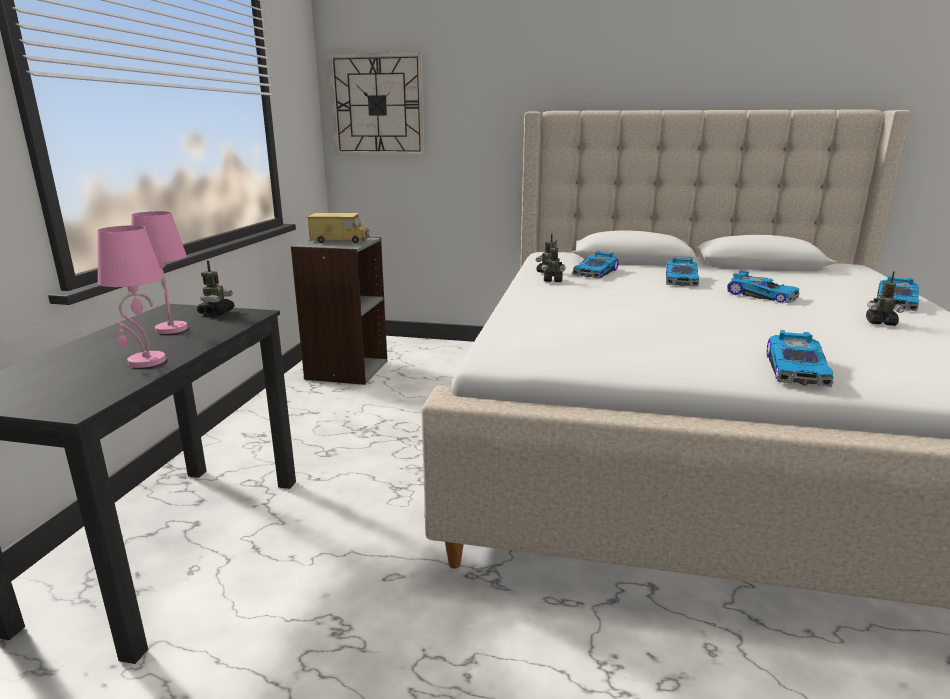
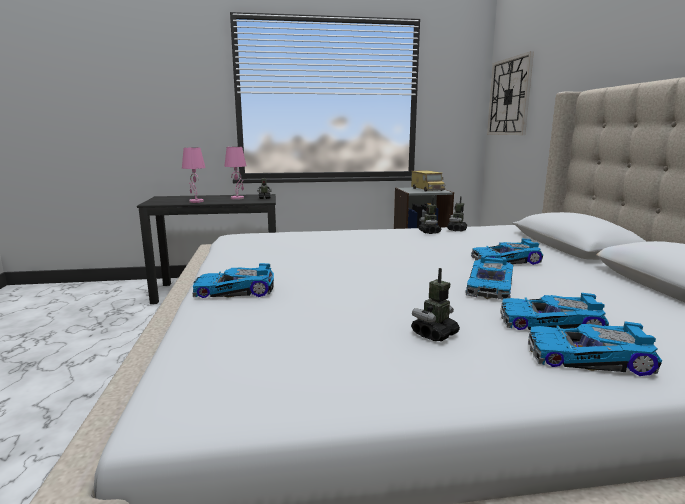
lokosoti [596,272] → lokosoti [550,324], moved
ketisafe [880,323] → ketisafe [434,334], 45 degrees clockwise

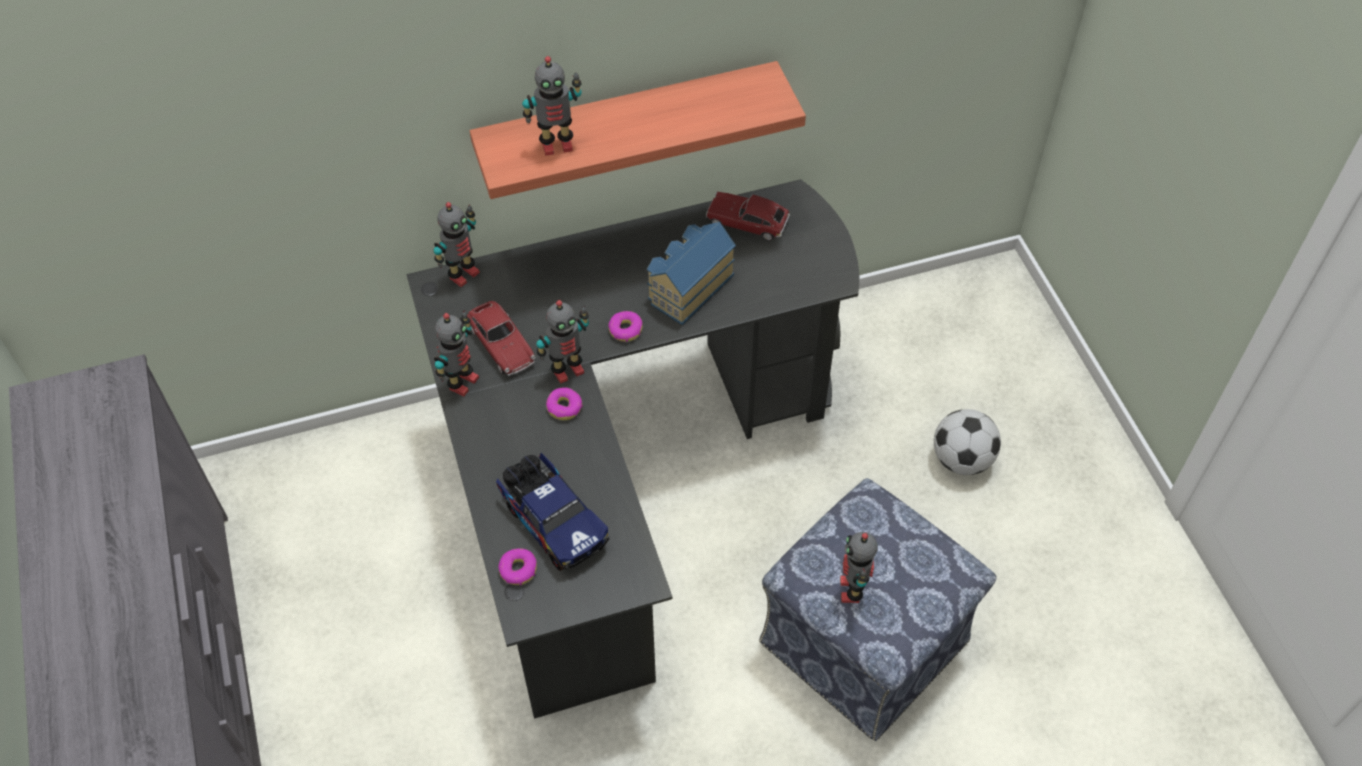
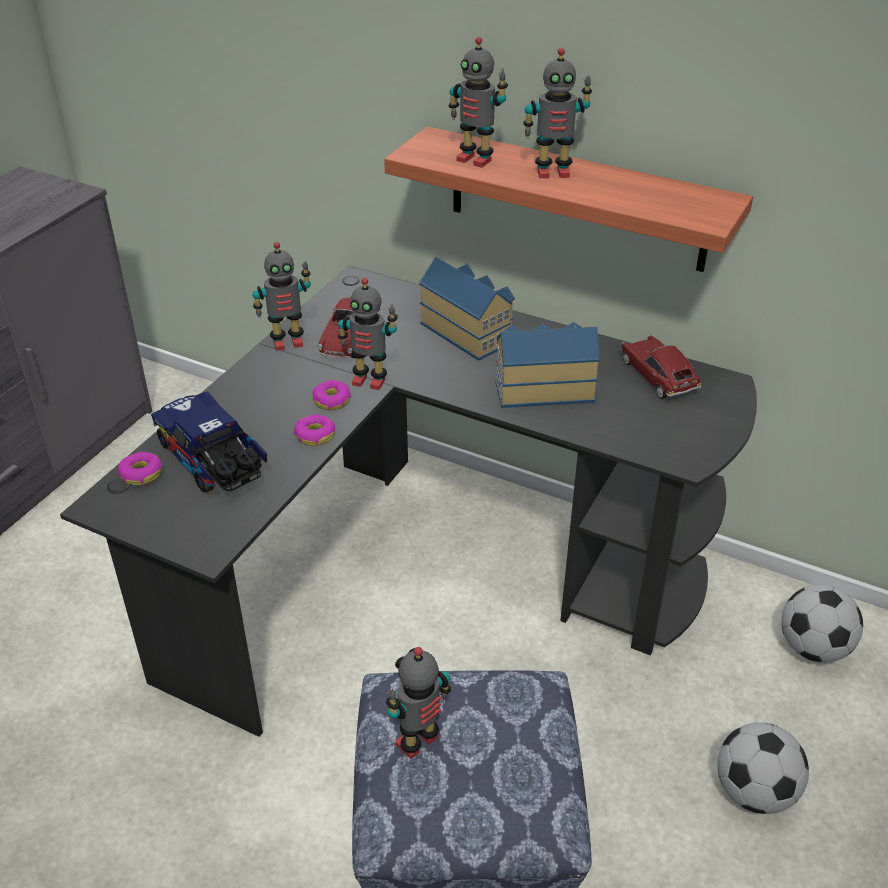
ketisafe [463,274] → ketisafe [552,172], moved
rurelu [552,520] → rurelu [213,462], 135 degrees clockwise
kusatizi [625,330] → kusatizi [315,435], moved
- → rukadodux [468,331]
- → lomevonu [813,648]

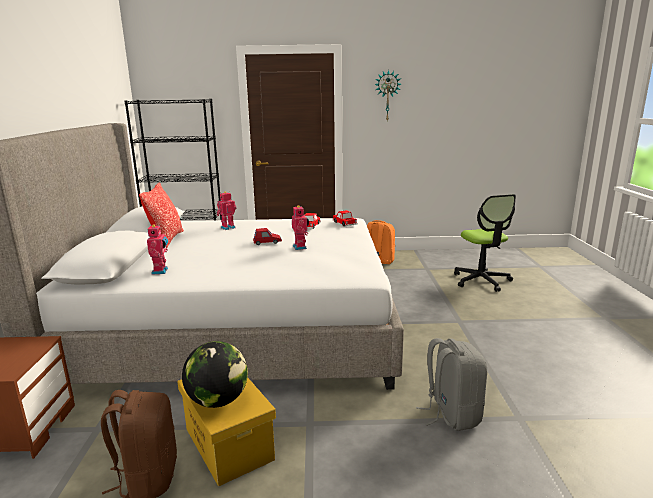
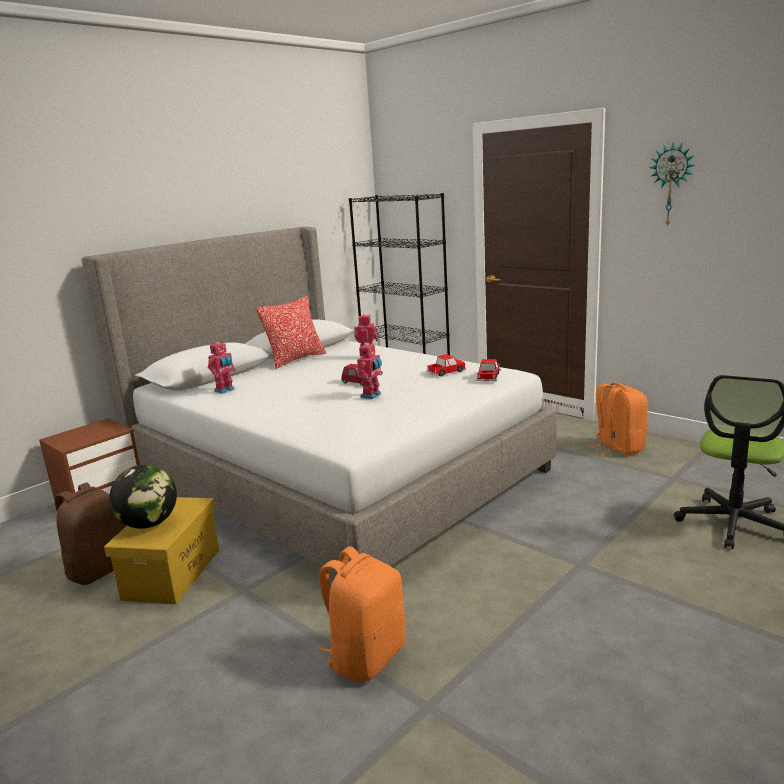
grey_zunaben [451,414] → orange_zunaben [366,656]

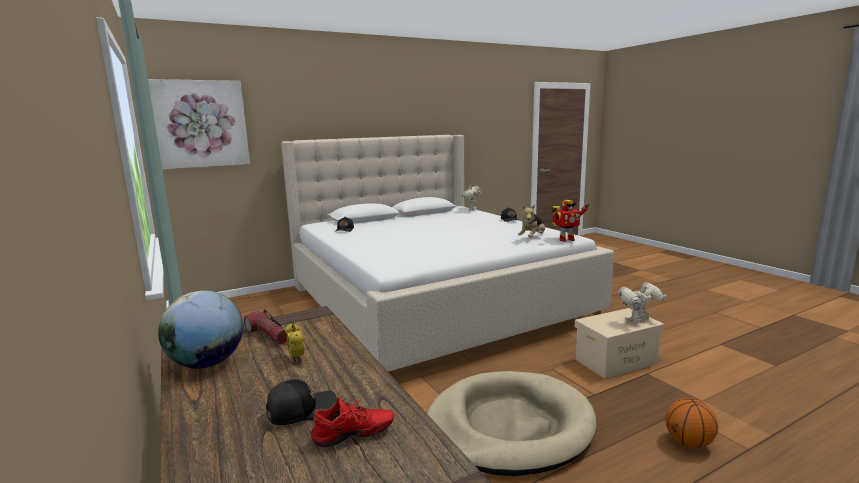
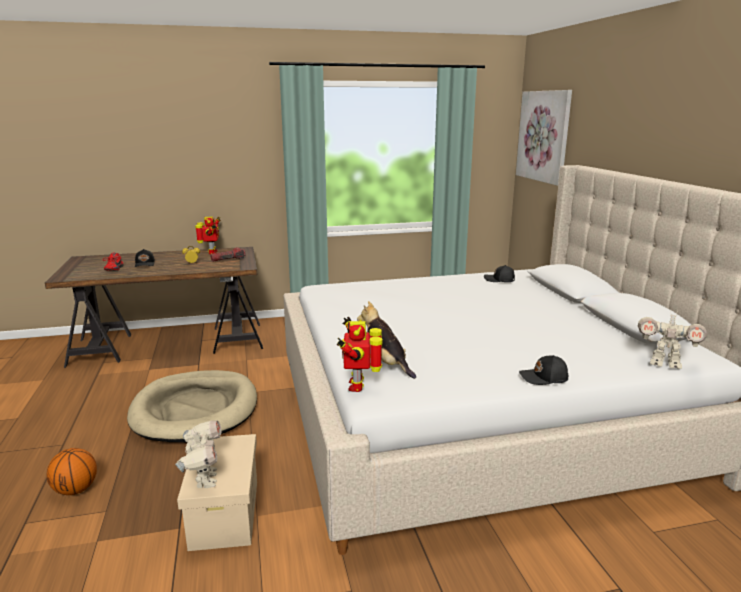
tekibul [207,363] → ketisafe [211,253]

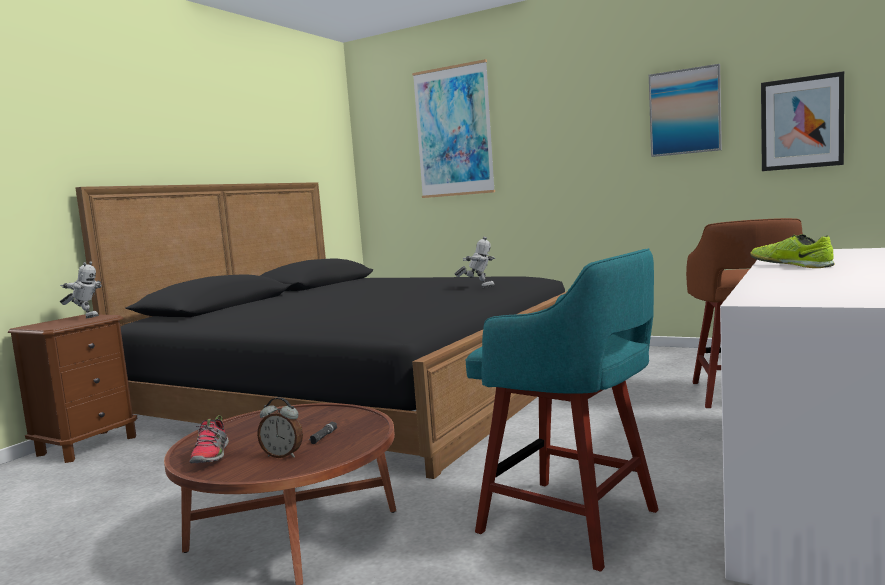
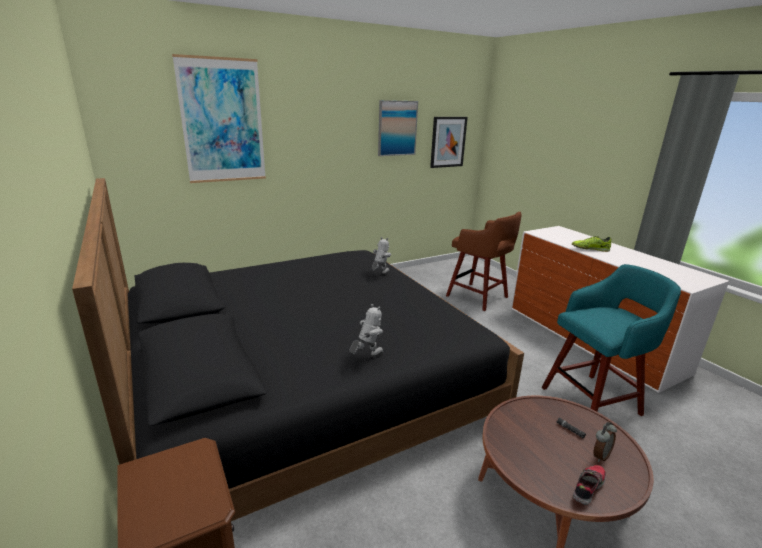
ketisafe [85,318] → ketisafe [367,357], moved
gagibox [211,455] → gagibox [587,487], 75 degrees counterclockwise

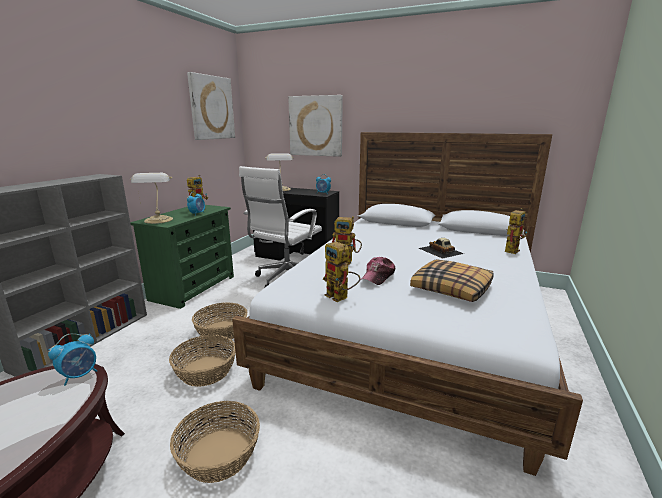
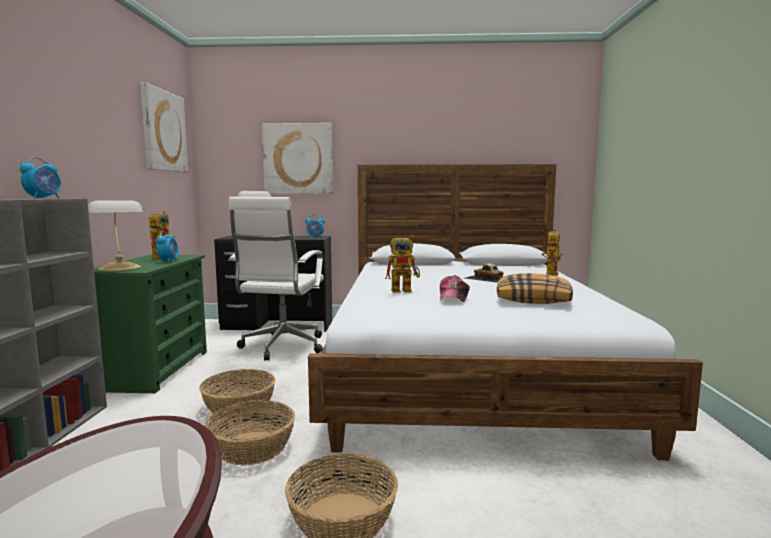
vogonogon [80,375] → vogonogon [44,198], moved
ketisafe [341,297] → -

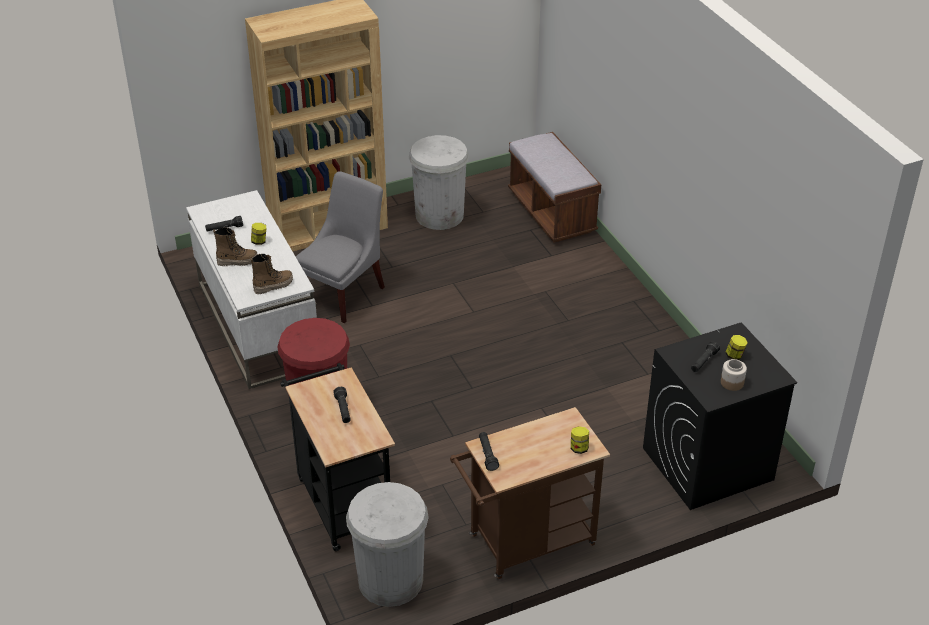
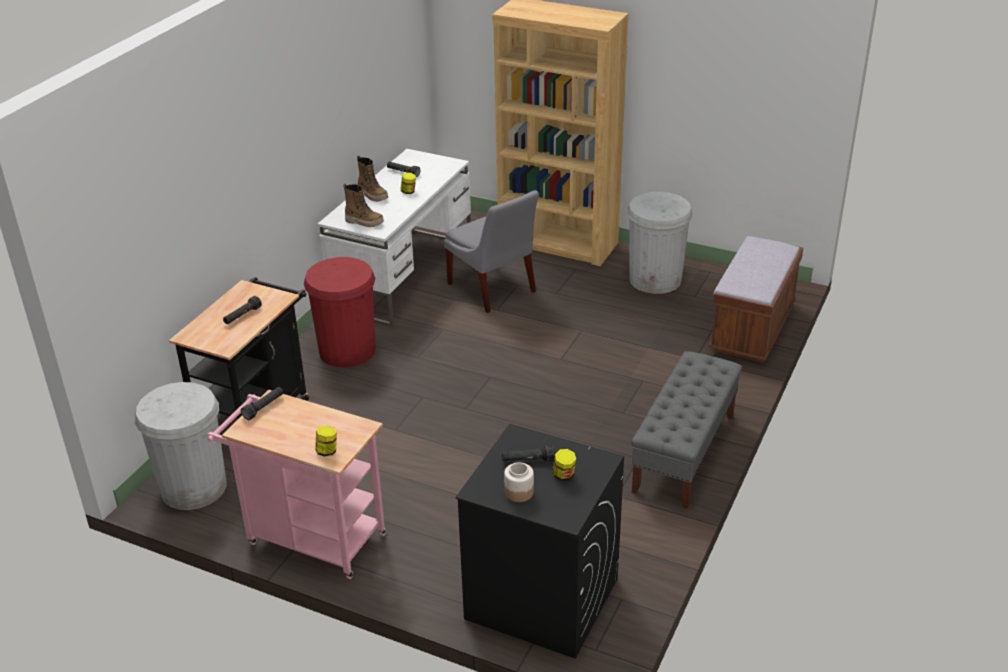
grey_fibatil [344,292] → grey_fibatil [493,289], 60 degrees clockwise
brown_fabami [525,543] → pink_fabami [309,537]
- → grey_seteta [684,453]

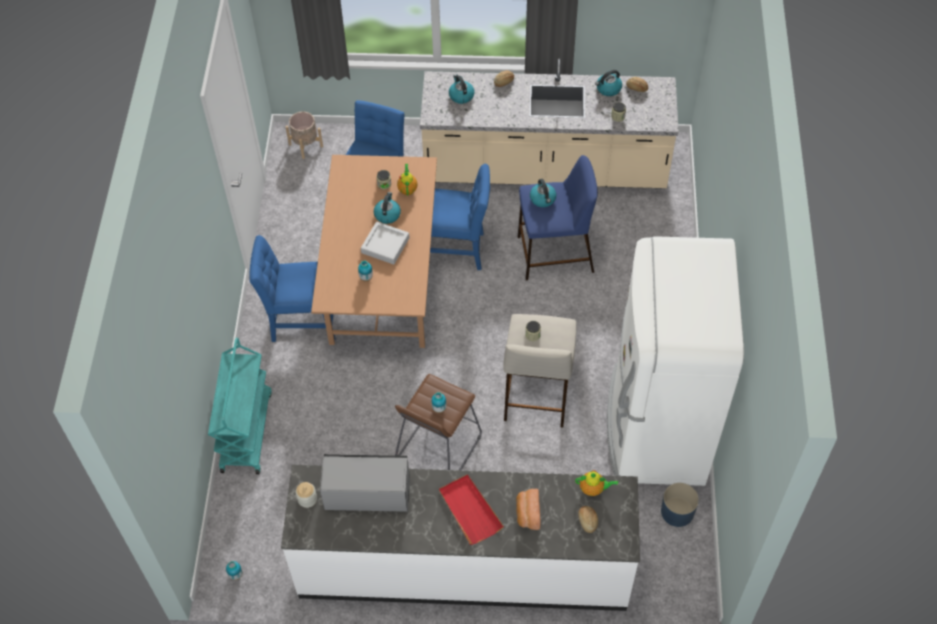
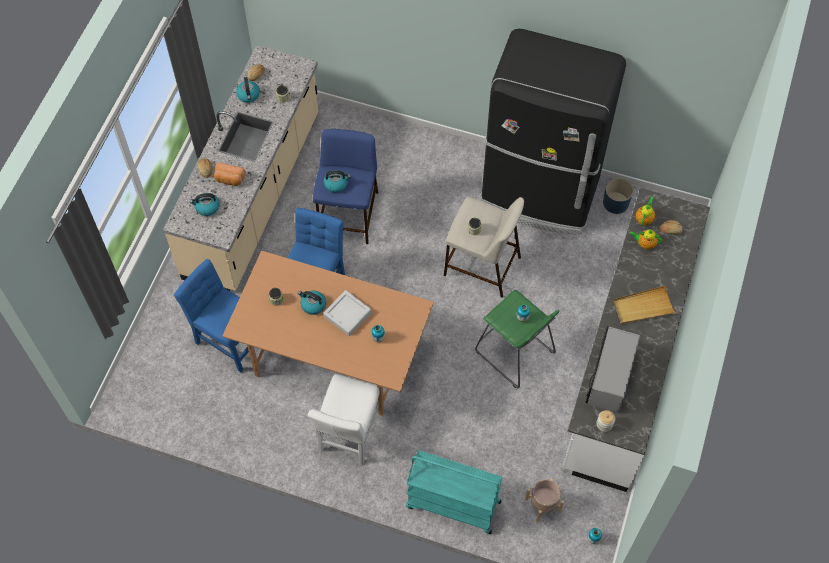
blue_fibatil [301,322] → white_fibatil [349,434]
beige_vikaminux [305,145] → beige_vikaminux [543,505], moved
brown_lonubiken [438,448] → green_lonubiken [514,353]
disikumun [407,189] → disikumun [644,244], moved
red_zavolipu [469,510] → beige_zavolipu [643,307]
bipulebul [527,513] → bipulebul [229,179], moved
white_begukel [655,427] → black_begukel [539,194]

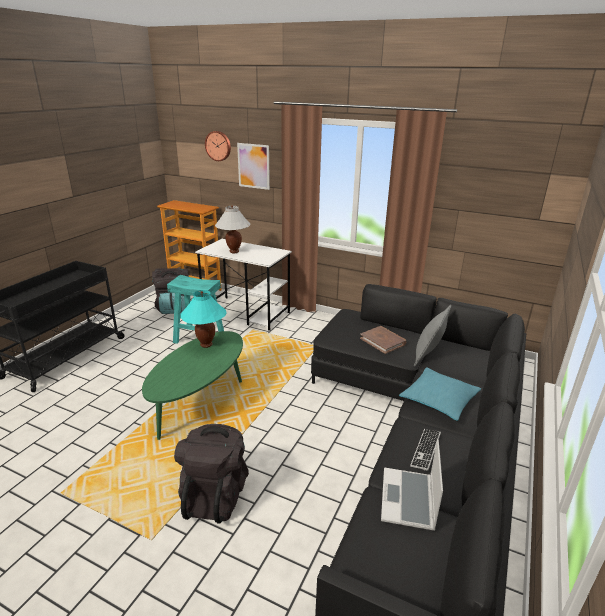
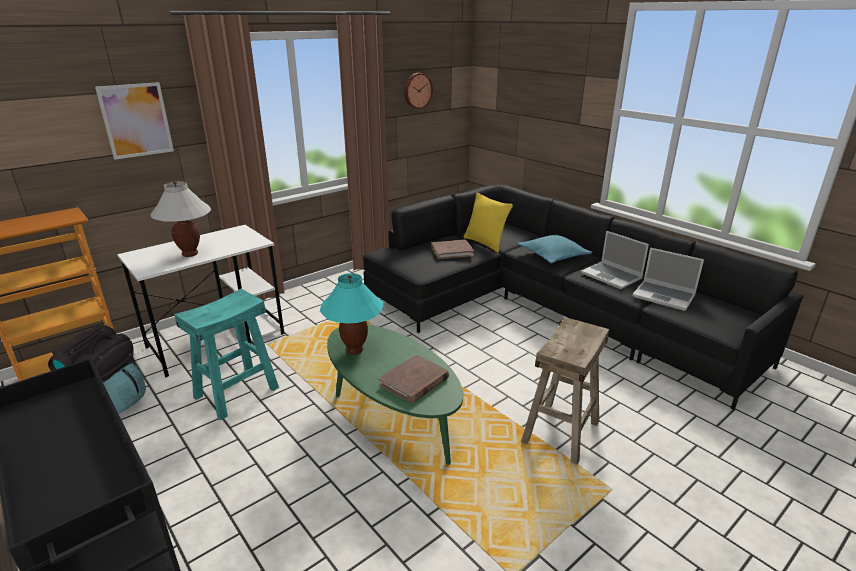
black_zunaben [215,495] → beige_lonubiken [561,432]
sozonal [218,146] → sozonal [417,90], moved
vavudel [425,450] → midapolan [612,276]
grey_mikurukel [428,355] → yellow_mikurukel [485,243]
- → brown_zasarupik [414,381]

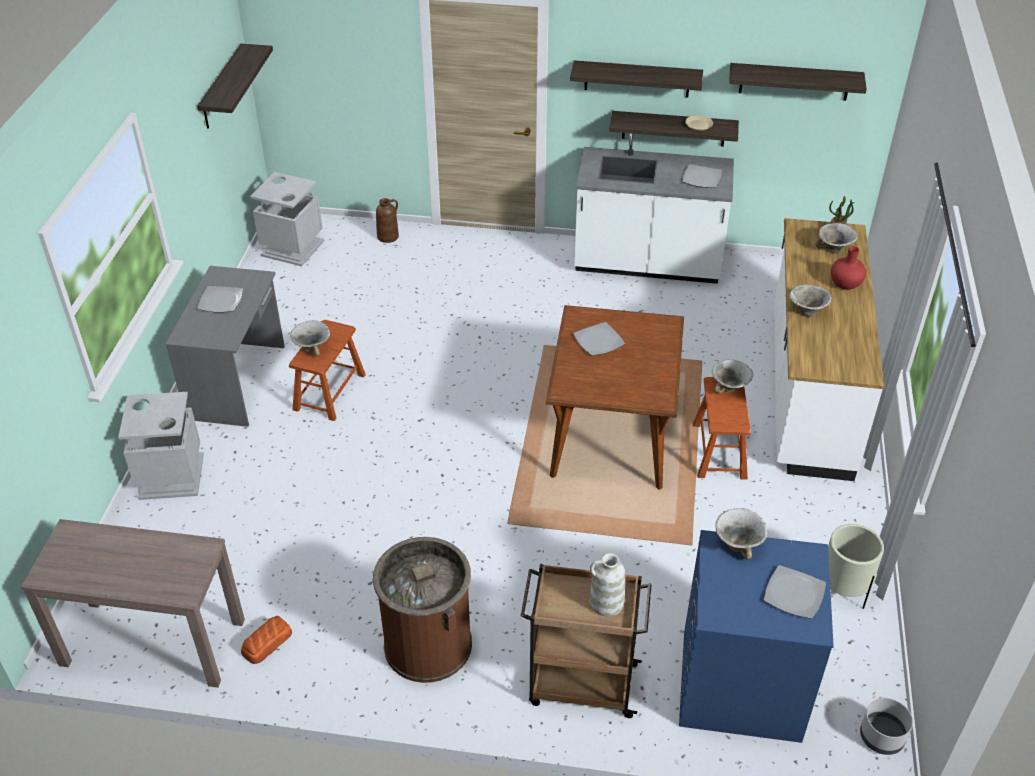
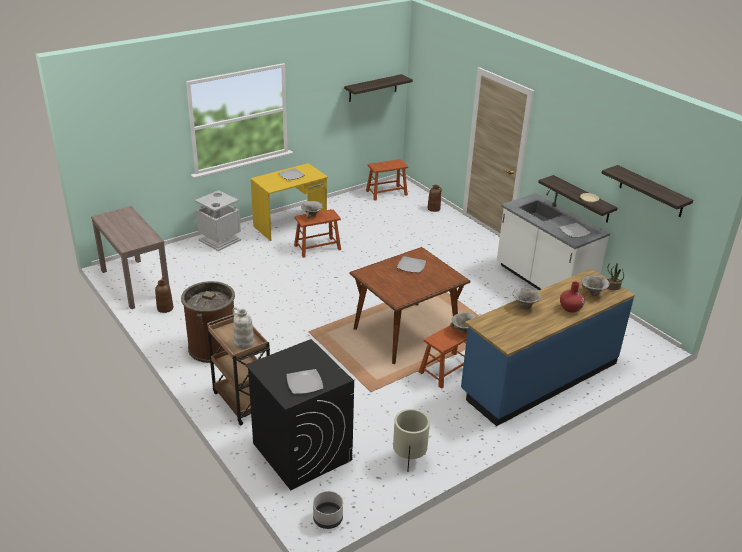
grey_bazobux [238,381] → yellow_bazobux [290,225]
bipulebul [266,643] → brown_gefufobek [165,308]
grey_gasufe [292,248] → brown_lonubiken [386,193]
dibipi [637,79] → -
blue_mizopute [739,685] → black_mizopute [301,451]
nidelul [738,544] → -
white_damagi [807,390] → blue_damagi [539,378]

